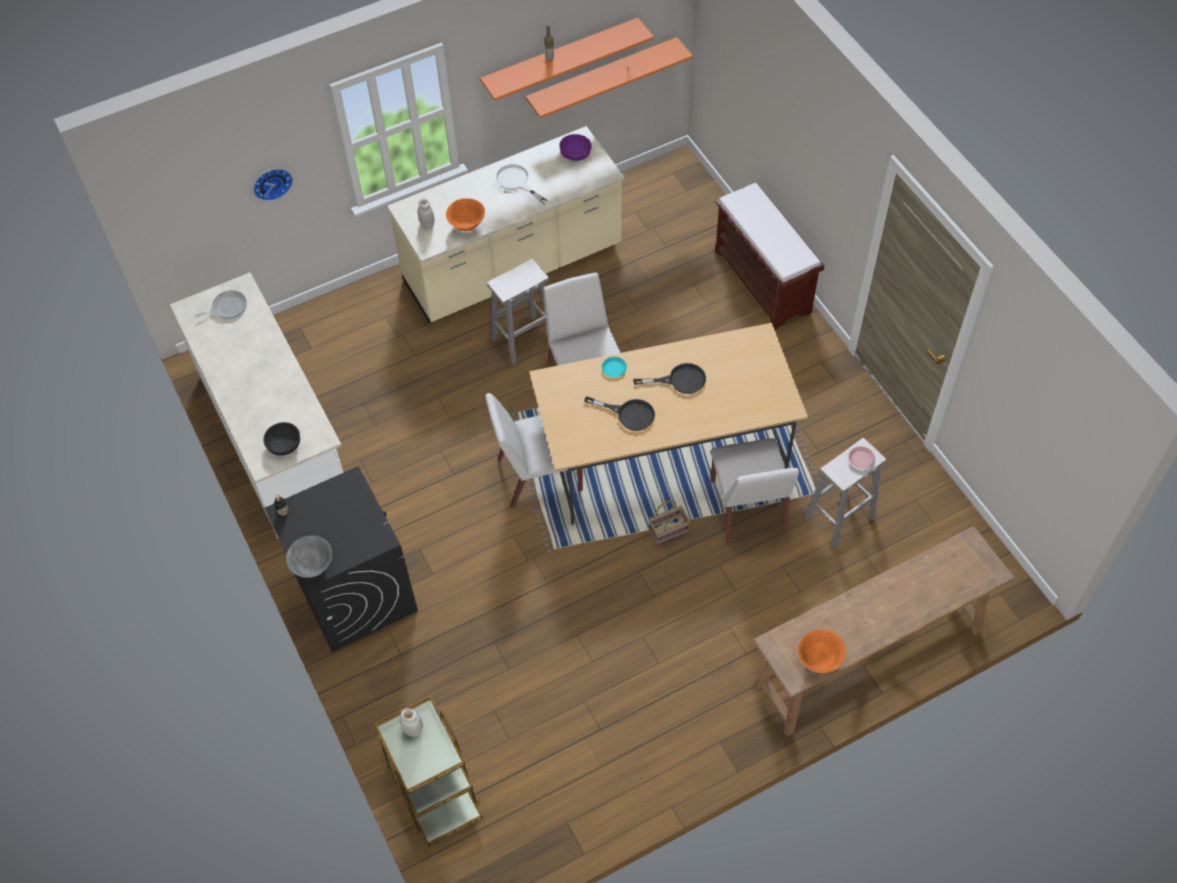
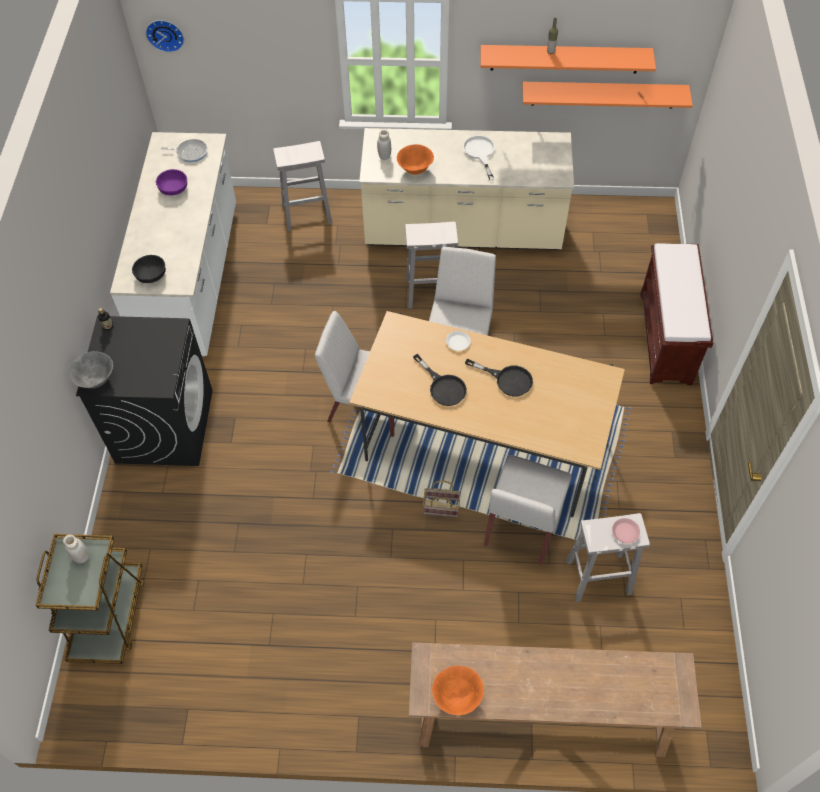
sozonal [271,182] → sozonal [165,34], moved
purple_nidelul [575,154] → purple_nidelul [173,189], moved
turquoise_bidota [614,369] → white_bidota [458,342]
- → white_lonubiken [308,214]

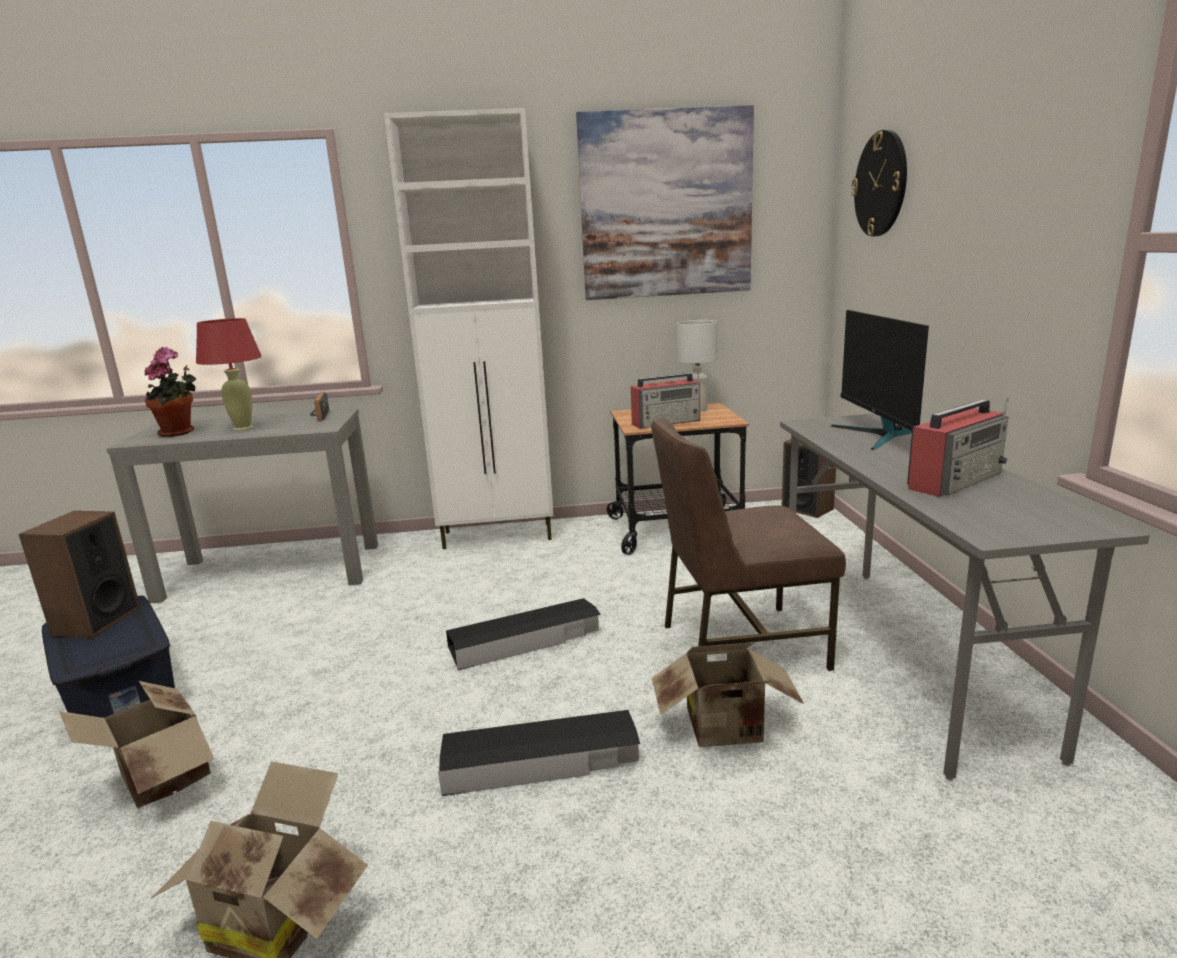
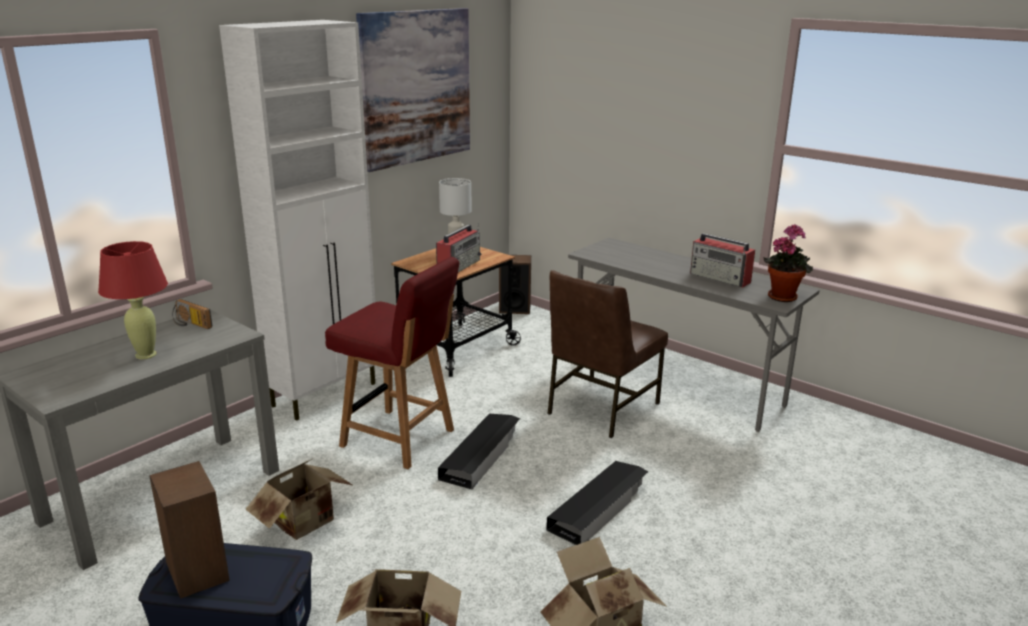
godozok [180,433] → godozok [783,296], moved
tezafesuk [727,731] → tezafesuk [307,523], moved
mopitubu [878,435] → -
sozonal [881,184] → -
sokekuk [955,480] → sokekuk [720,278], 120 degrees clockwise
- → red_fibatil [400,439]

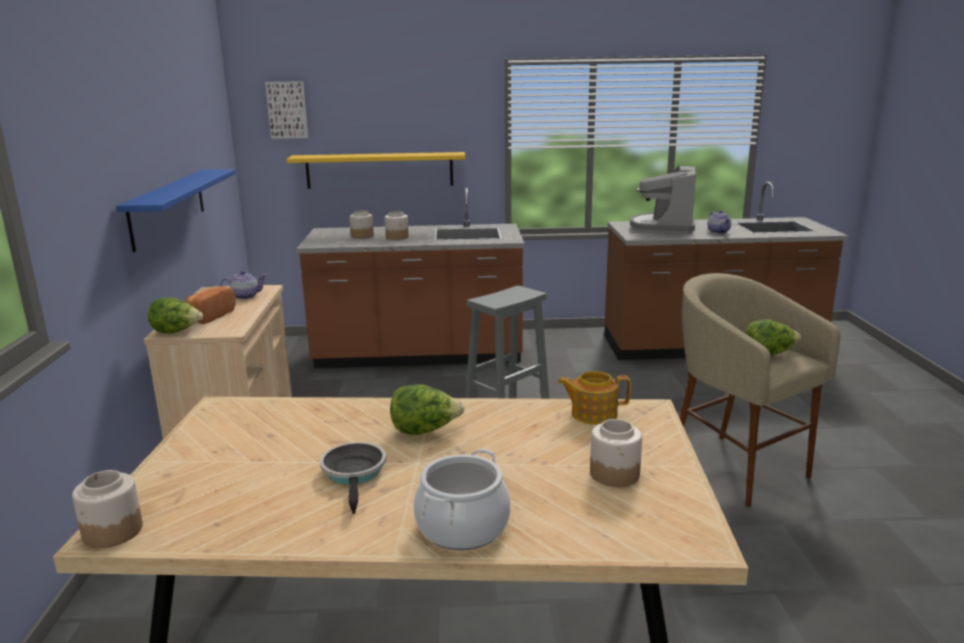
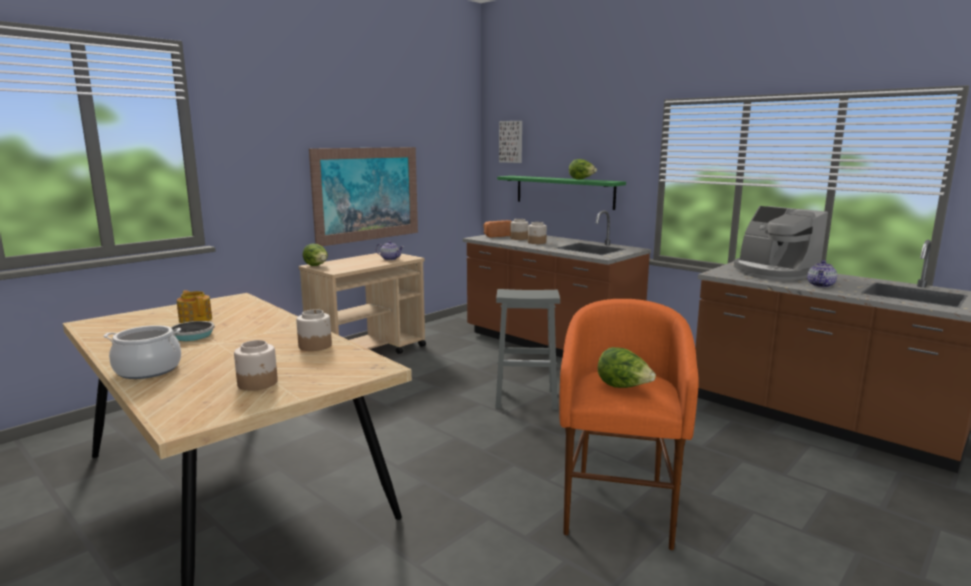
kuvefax [112,531] → kuvefax [315,345], moved
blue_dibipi [168,207] → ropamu [367,194]
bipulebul [208,316] → bipulebul [497,236], moved
yellow_dibipi [379,170] → green_dibipi [564,191]
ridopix [425,431] → ridopix [582,179], moved
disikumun [593,414] → disikumun [196,320], moved
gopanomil [663,227] → gopanomil [773,272], 90 degrees counterclockwise
beige_lonubiken [736,468] → orange_lonubiken [618,507]

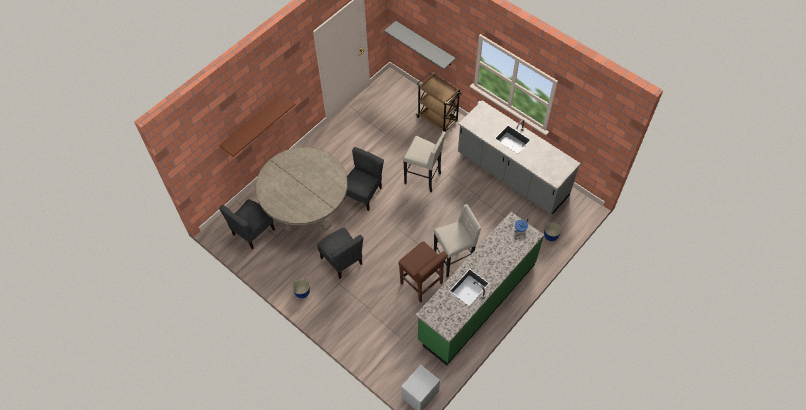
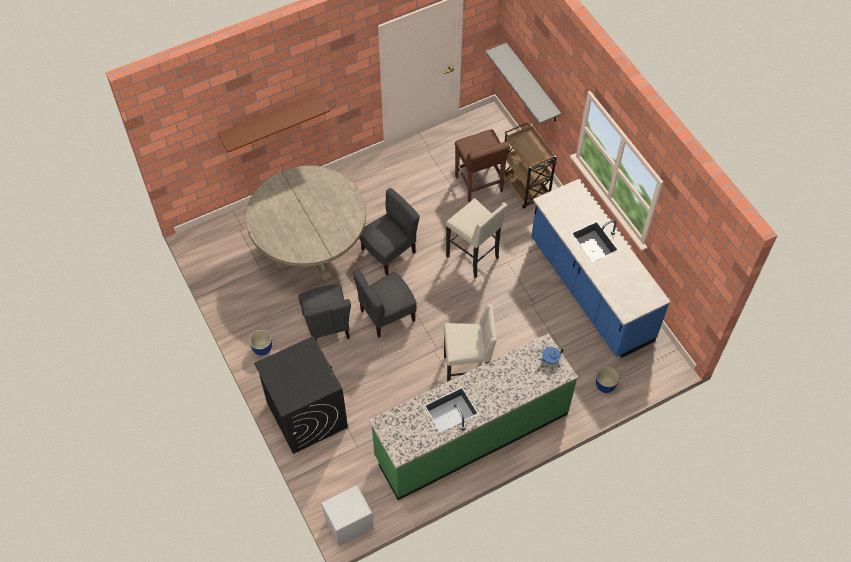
grey_fibatil [253,232] → grey_fibatil [387,315], moved
brown_lonubiken [422,284] → brown_lonubiken [479,185], moved
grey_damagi [512,175] → blue_damagi [590,290]
- → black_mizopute [306,414]

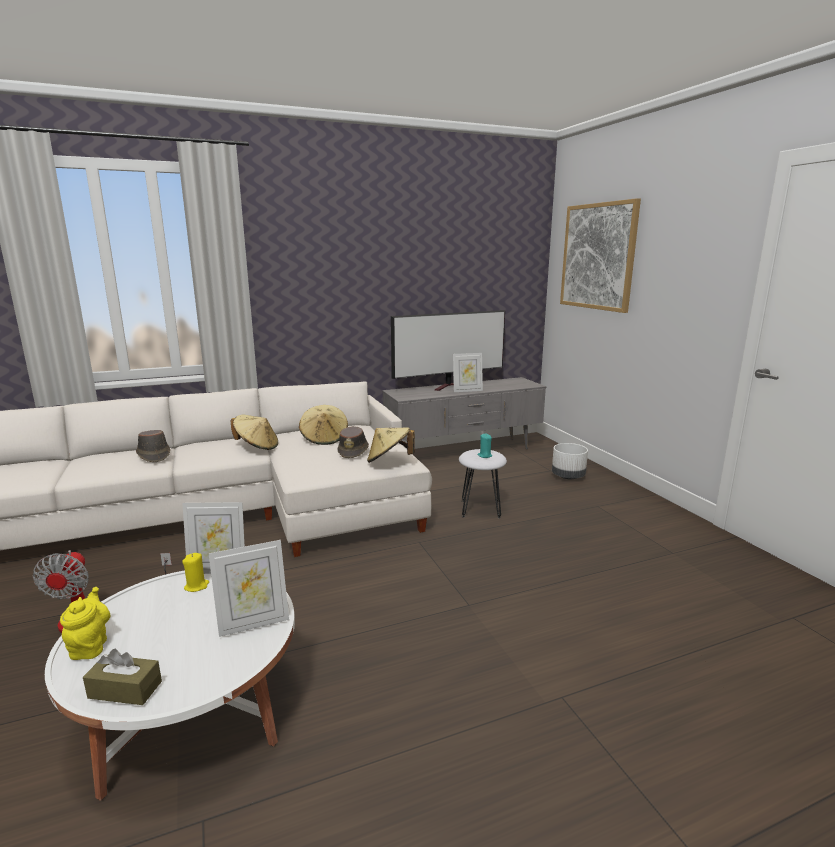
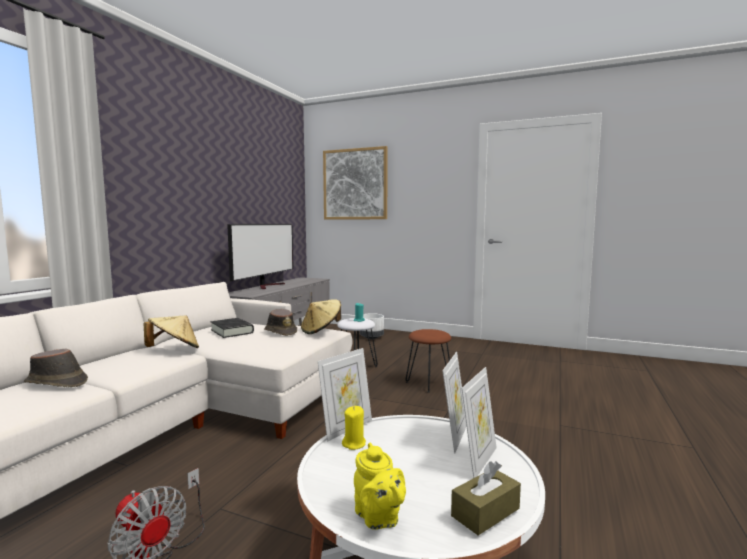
yellow_disikumun [90,646] → yellow_disikumun [378,518], 150 degrees counterclockwise
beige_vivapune [324,438] → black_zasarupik [232,331]
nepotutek [467,390] → nepotutek [478,461], moved
- → brown_lonubiken [429,383]

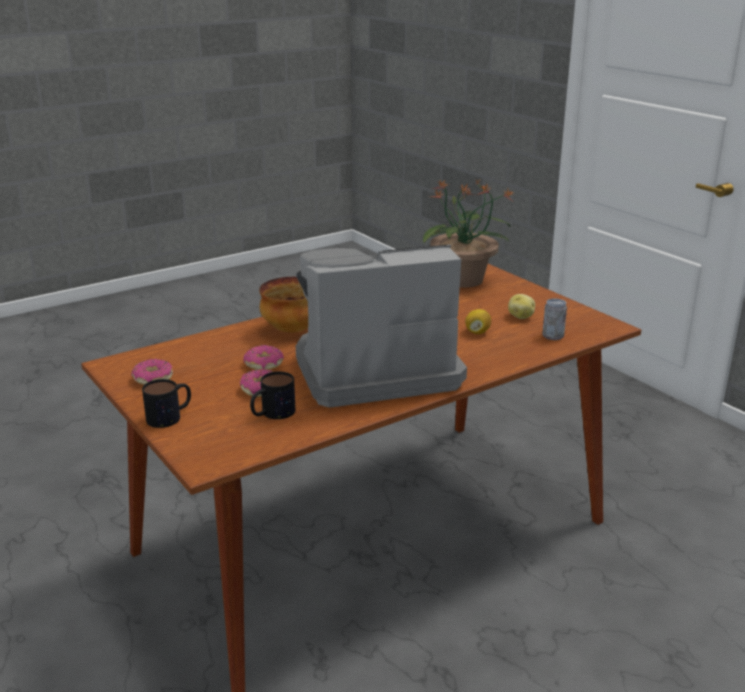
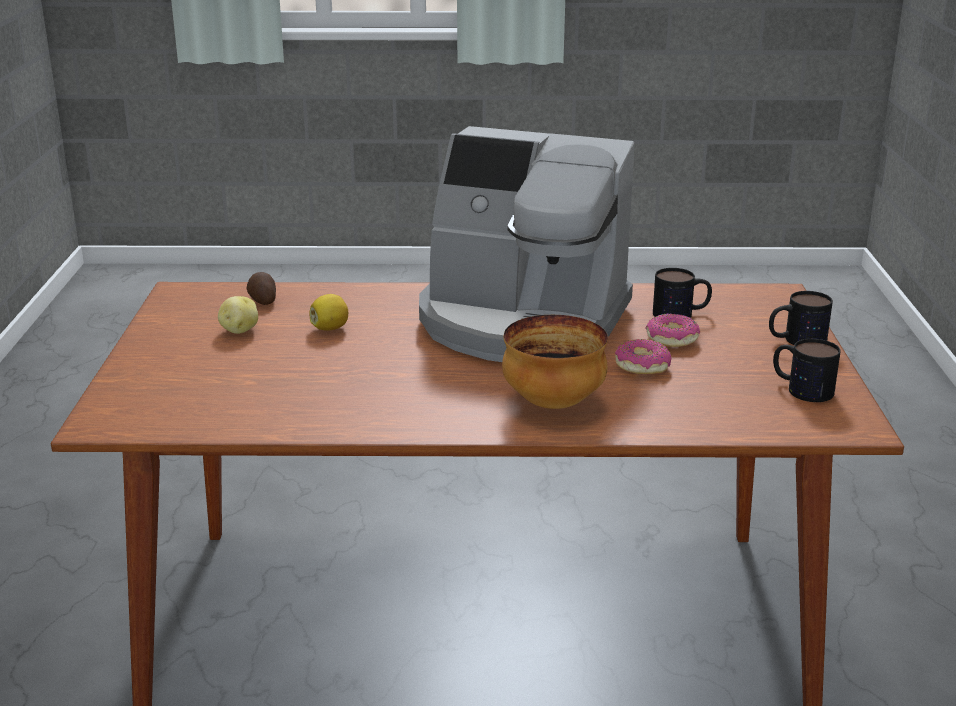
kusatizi [153,379] → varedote [801,388]
godozok [463,280] → -
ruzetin [553,336] → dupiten [262,300]

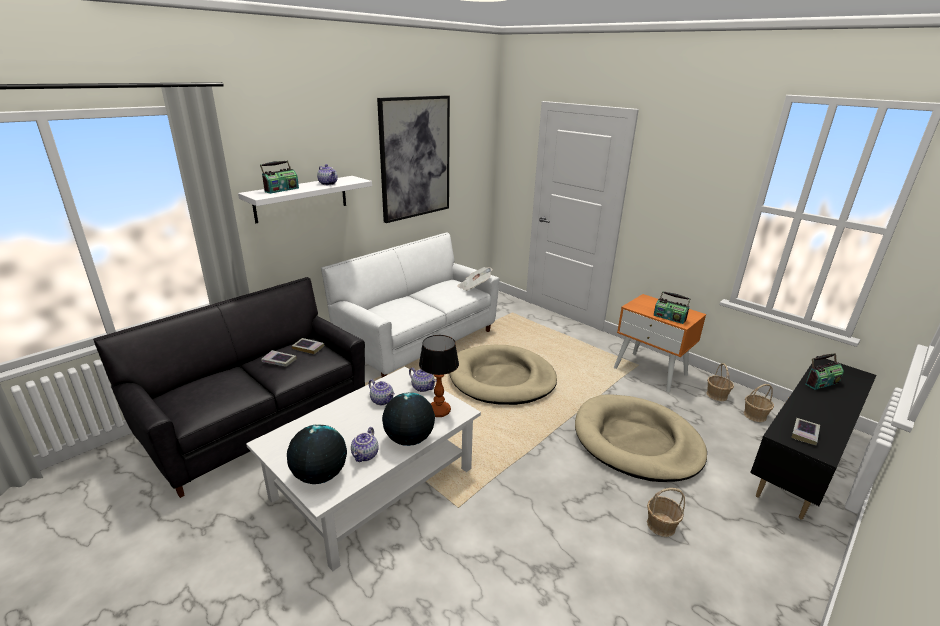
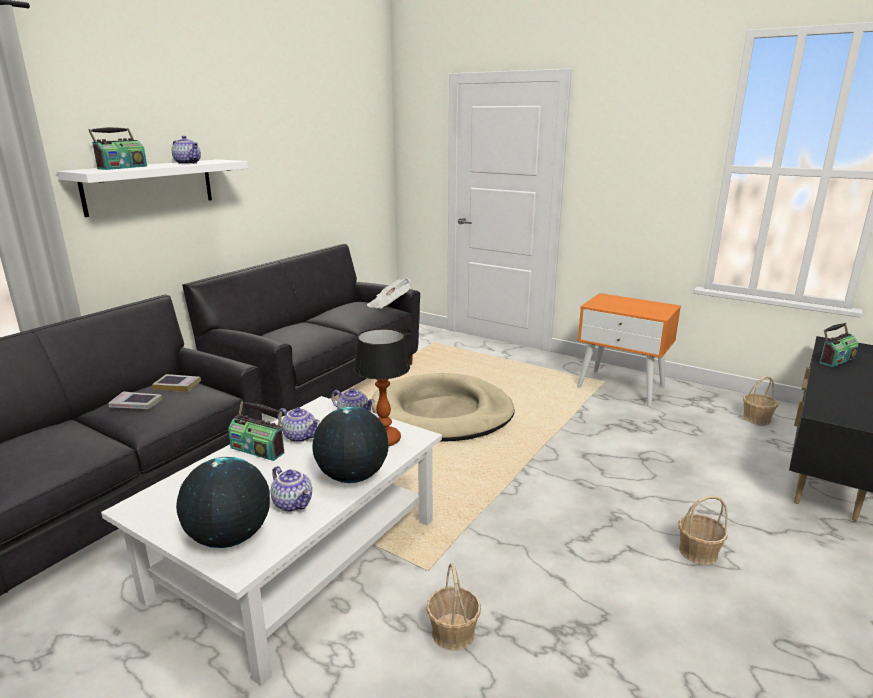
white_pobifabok [418,342] → black_pobifabok [321,385]
disikumun [366,455] → disikumun [294,504], 45 degrees counterclockwise
ropamu [415,158] → -
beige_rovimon [636,441] → -
sokekuk [669,317] → sokekuk [258,449], moved
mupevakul [716,395] → mupevakul [453,633], moved
zasarupik [805,433] → -

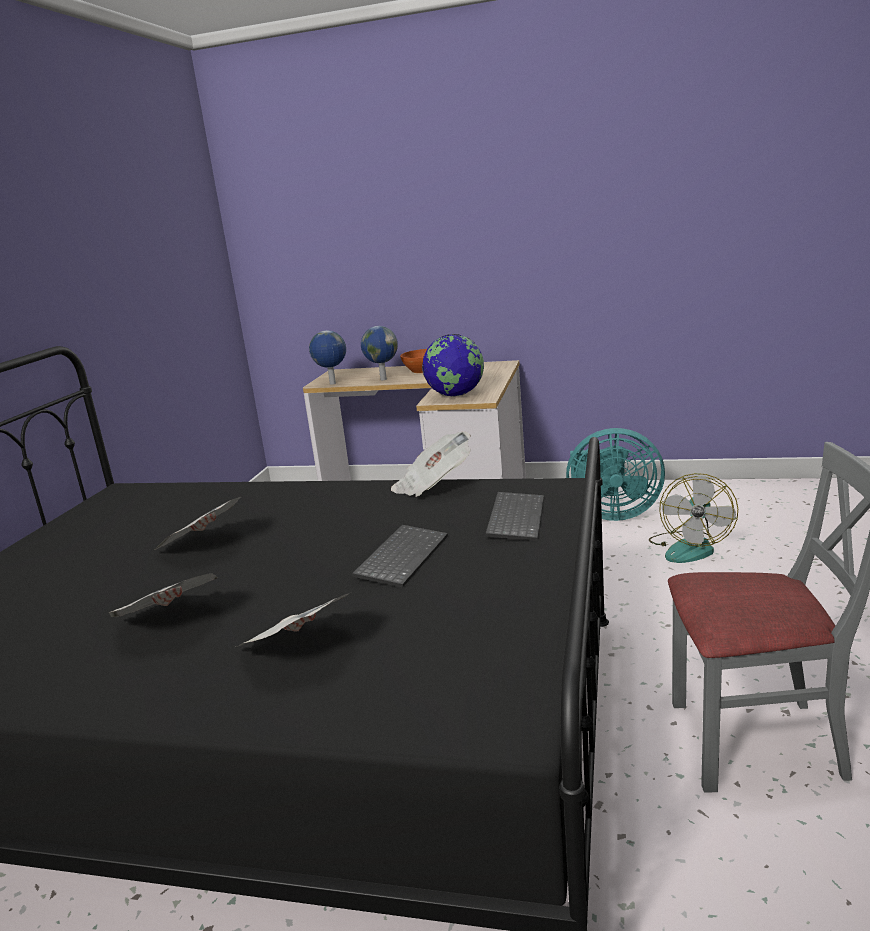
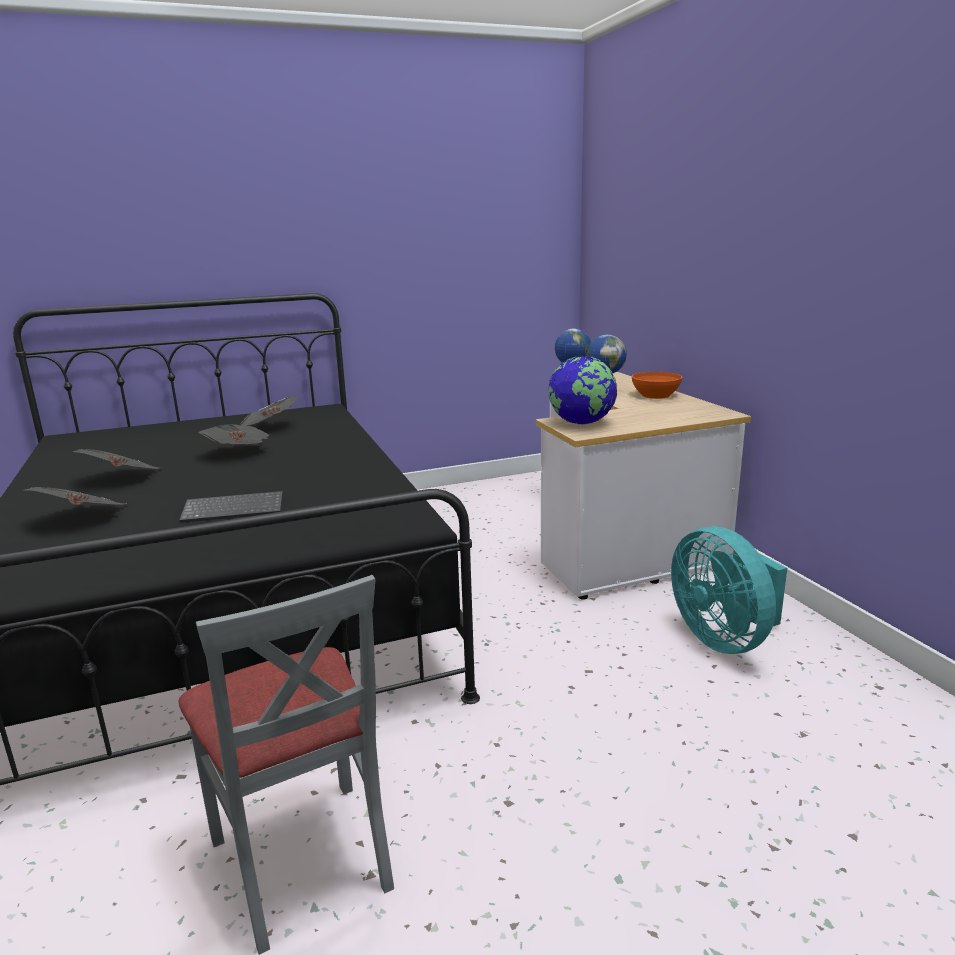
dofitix [433,485] → dofitix [269,428], moved
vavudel [514,518] → -
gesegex [690,547] → -

